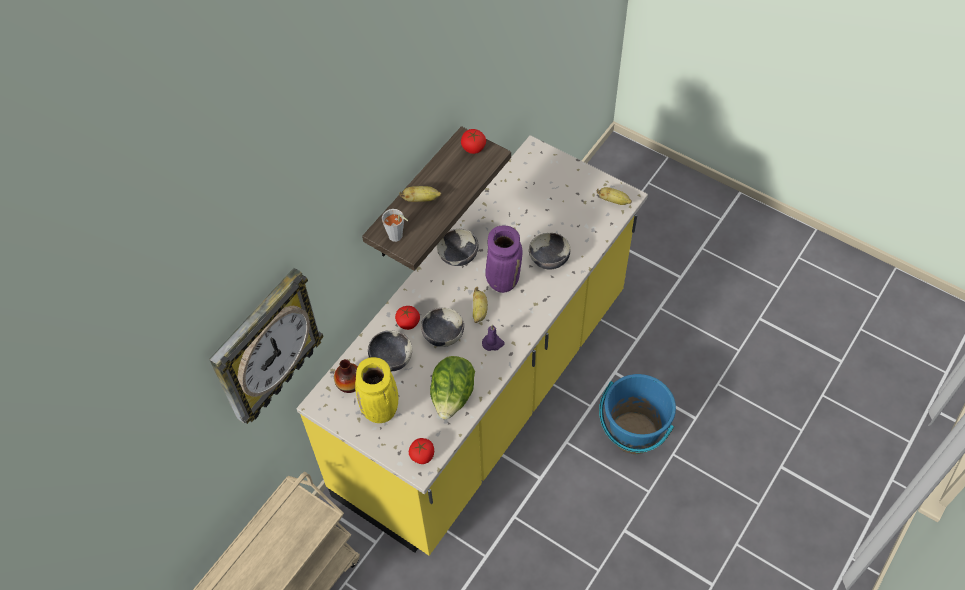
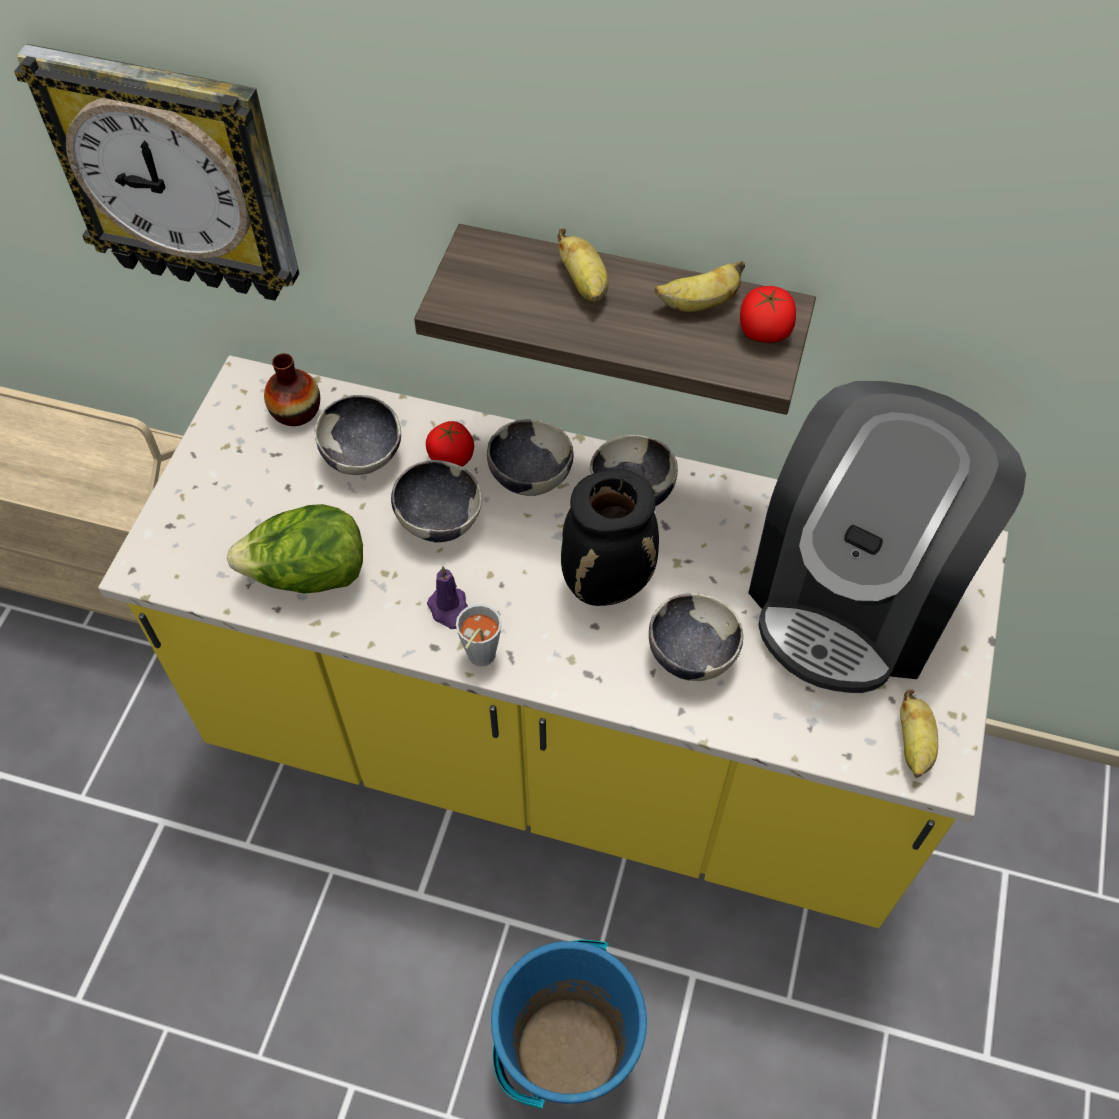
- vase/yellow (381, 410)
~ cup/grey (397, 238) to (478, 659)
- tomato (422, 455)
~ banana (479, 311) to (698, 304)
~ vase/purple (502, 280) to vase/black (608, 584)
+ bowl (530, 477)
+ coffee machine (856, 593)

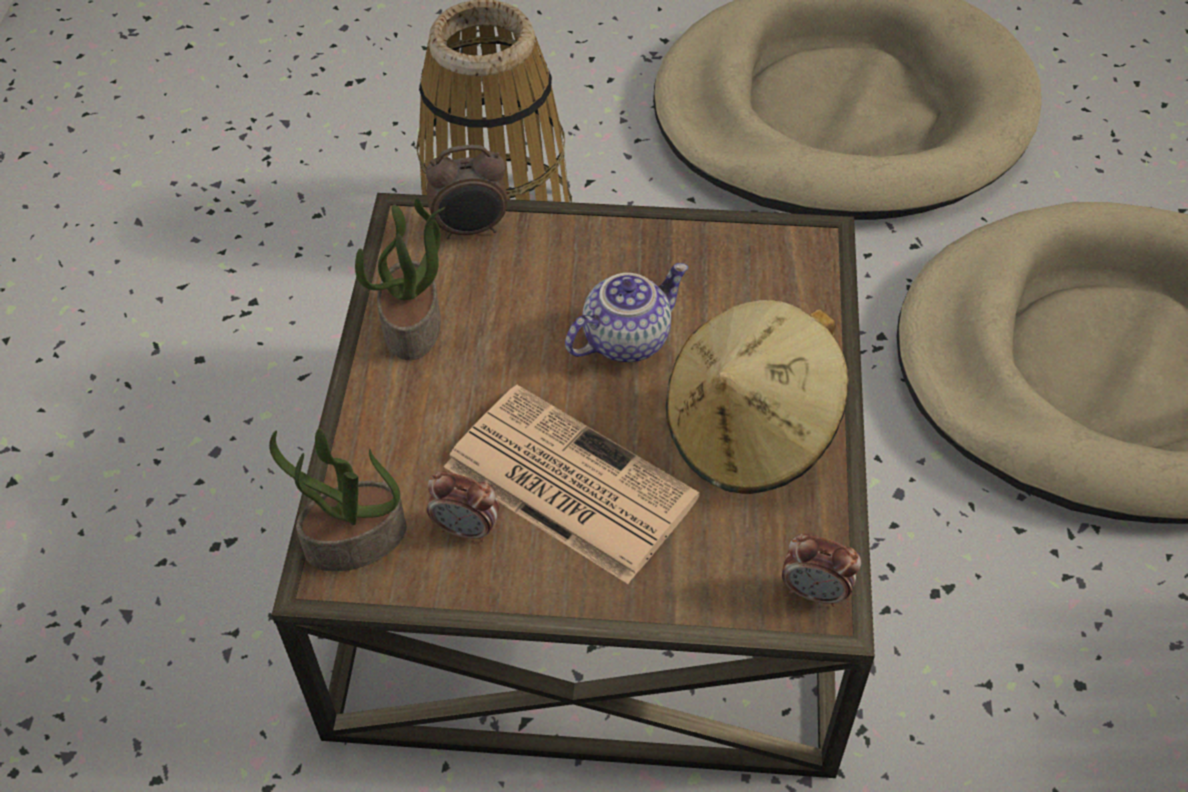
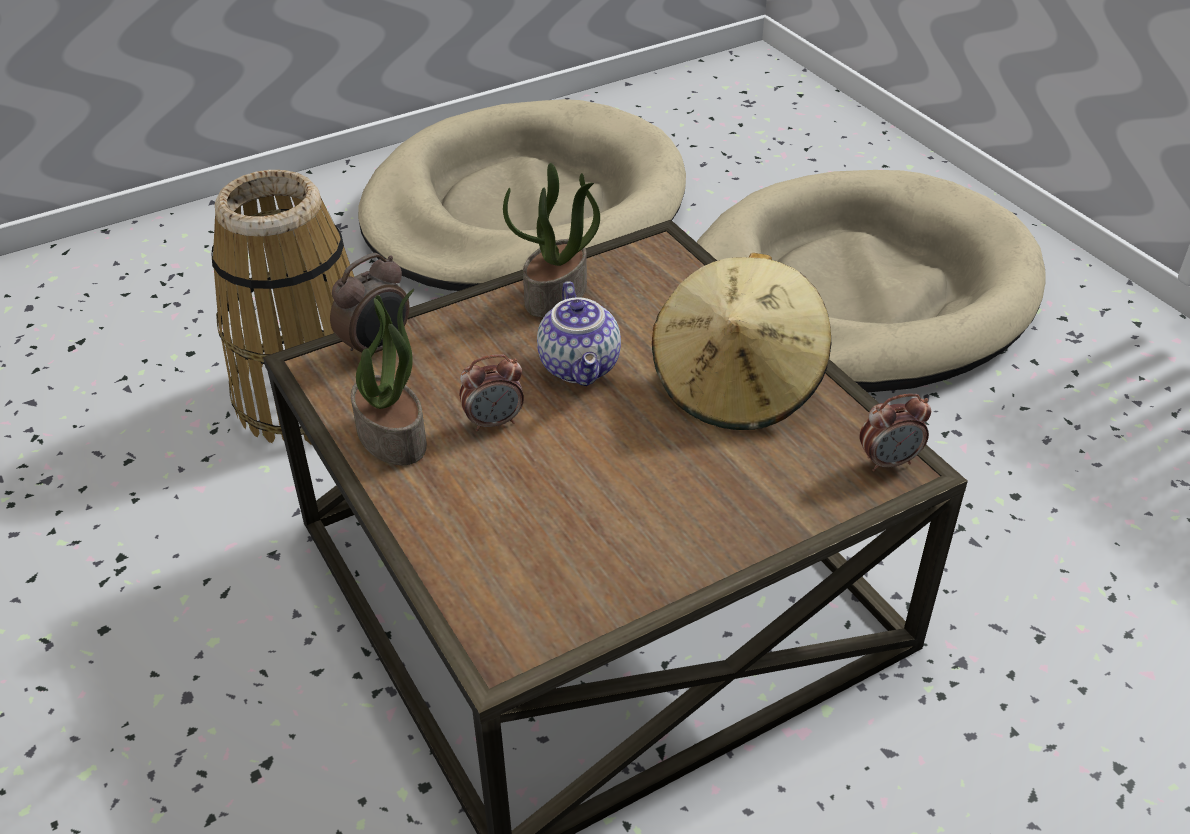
~ potted plant (355, 542) to (556, 295)
~ alarm clock (466, 529) to (494, 422)
- newspaper (566, 482)
~ teapot (626, 338) = (581, 367) 150 degrees clockwise

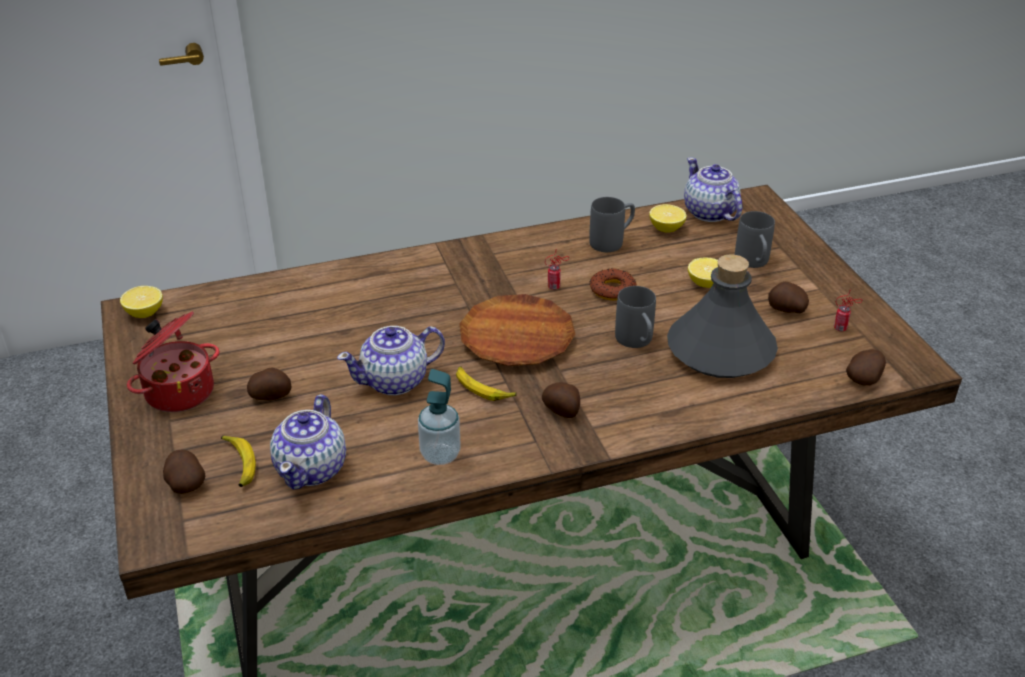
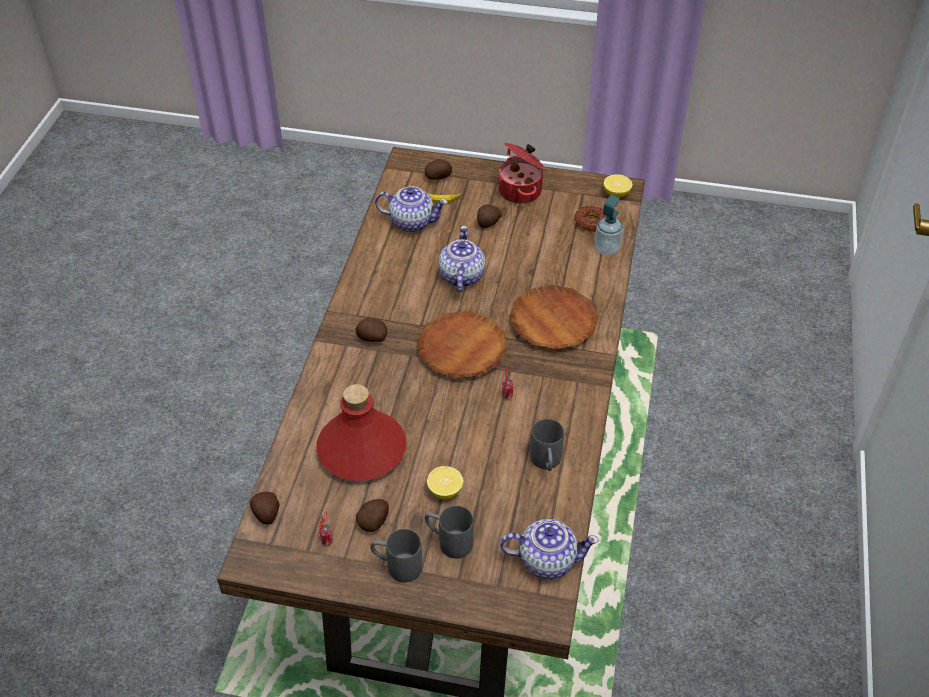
~ teapot (312, 468) = (411, 222) 150 degrees clockwise
~ soap dispenser (440, 454) to (607, 249)
- banana (483, 388)
~ donut (612, 290) to (591, 222)
~ mug/grey (637, 342) to (397, 566)
- lemon (666, 228)
~ bottle/grey (720, 351) to bottle/red (361, 449)
+ plate/brown (553, 322)

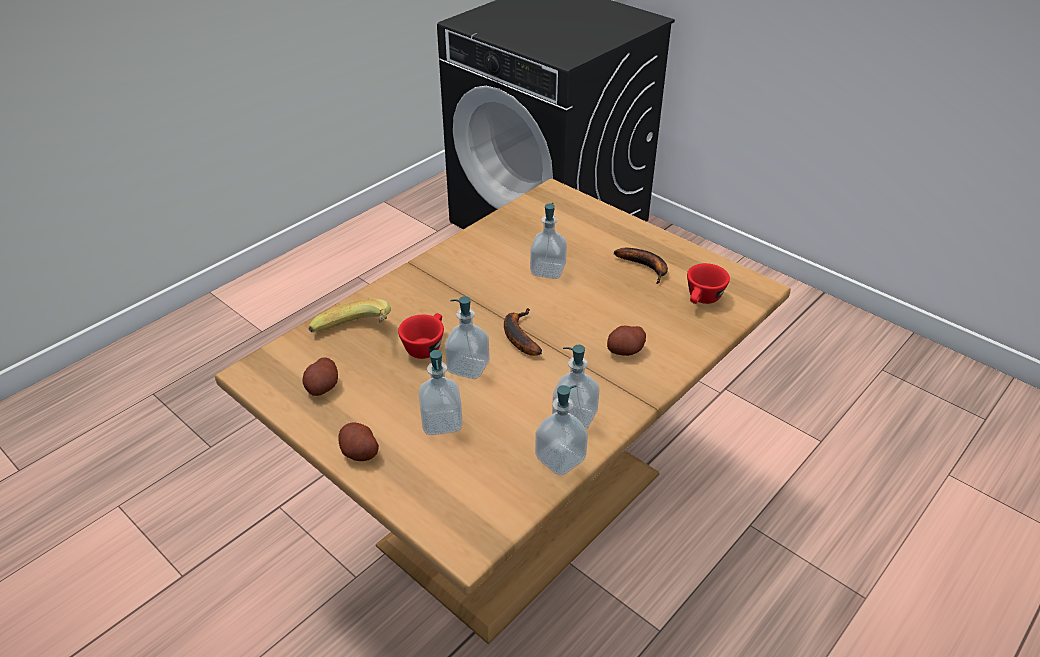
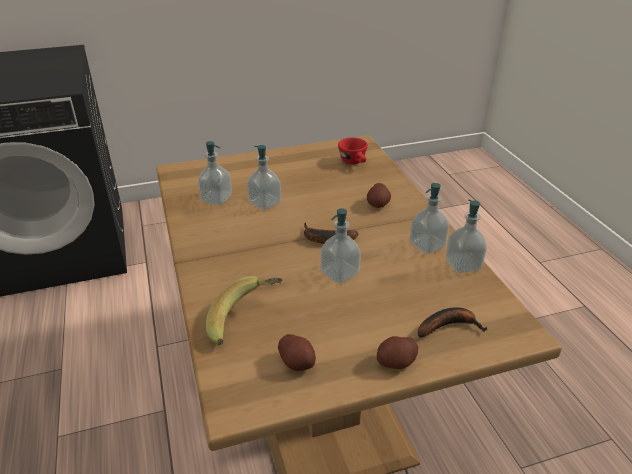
- cup/red (425, 345)
~ soap dispenser (441, 422) to (216, 199)
~ banana (646, 267) to (448, 325)

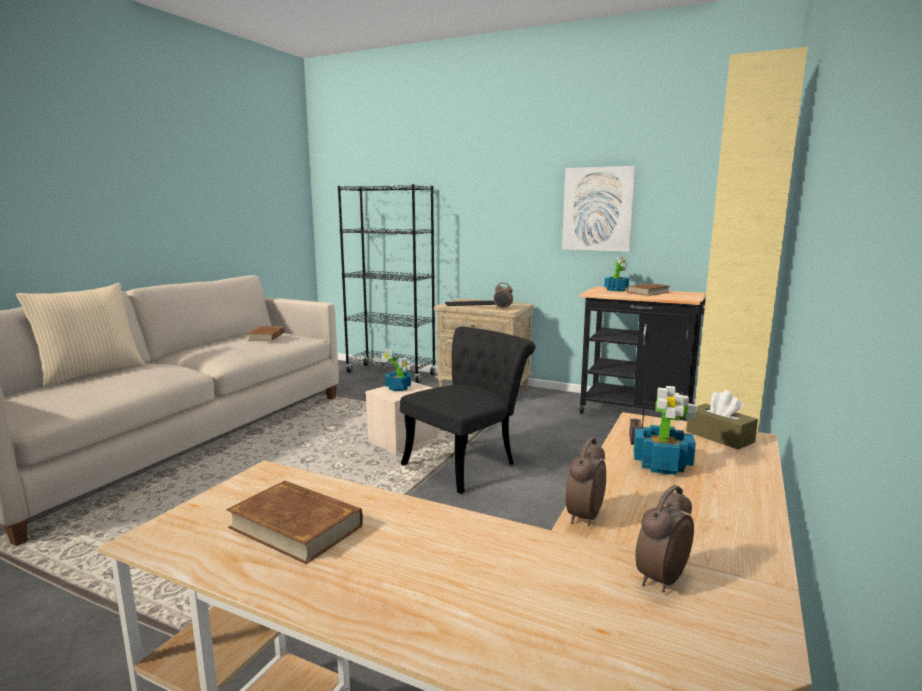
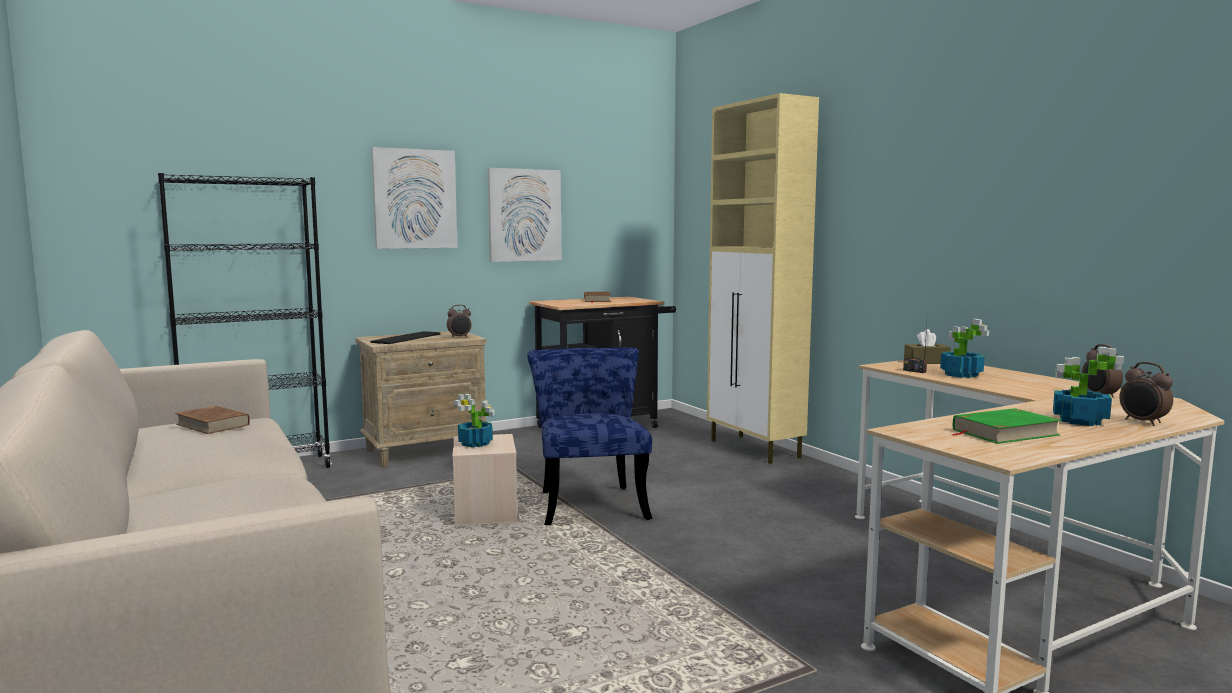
- pillow/beige (91, 373)
~ book/brown (296, 526) to book/green (1004, 432)
~ chair/black (467, 462) to chair/blue (590, 502)
~ alarm clock (583, 517) to (1143, 422)
~ potted plant (616, 290) to (1079, 421)
+ picture (414, 199)

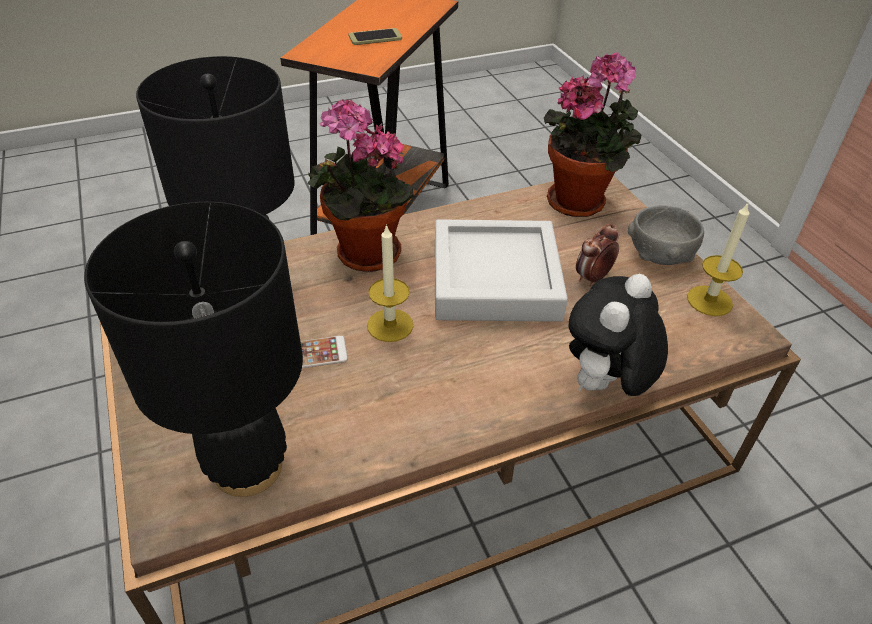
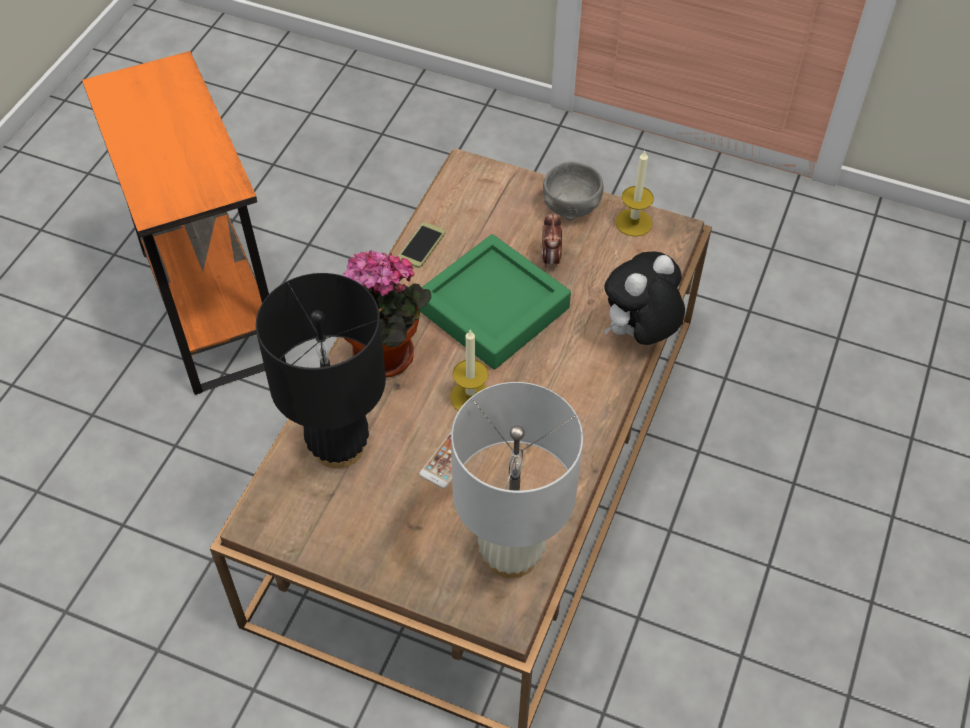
~ table lamp/black (248, 466) to table lamp/white (511, 553)
~ phone (375, 37) to (421, 245)
~ tray/grey (495, 279) to tray/green (493, 308)
- potted plant (581, 201)
~ plush toy (604, 386) = (639, 334) 60 degrees clockwise

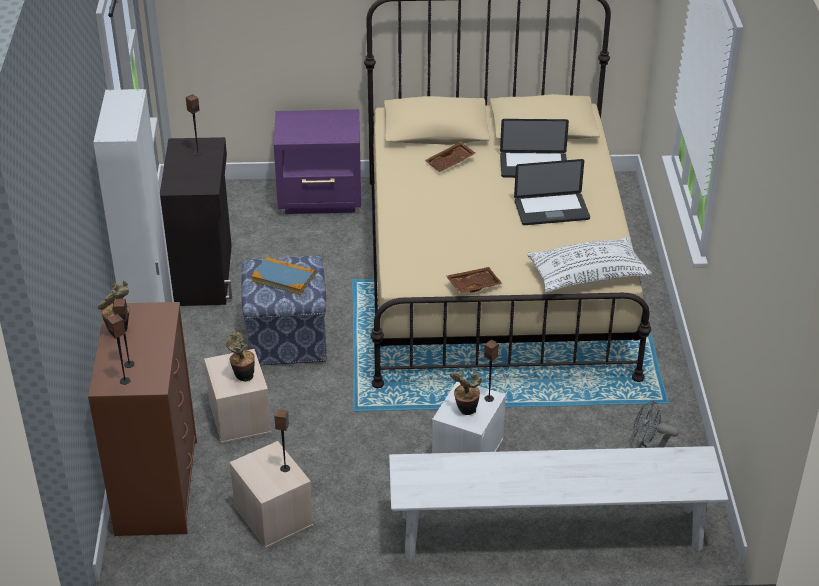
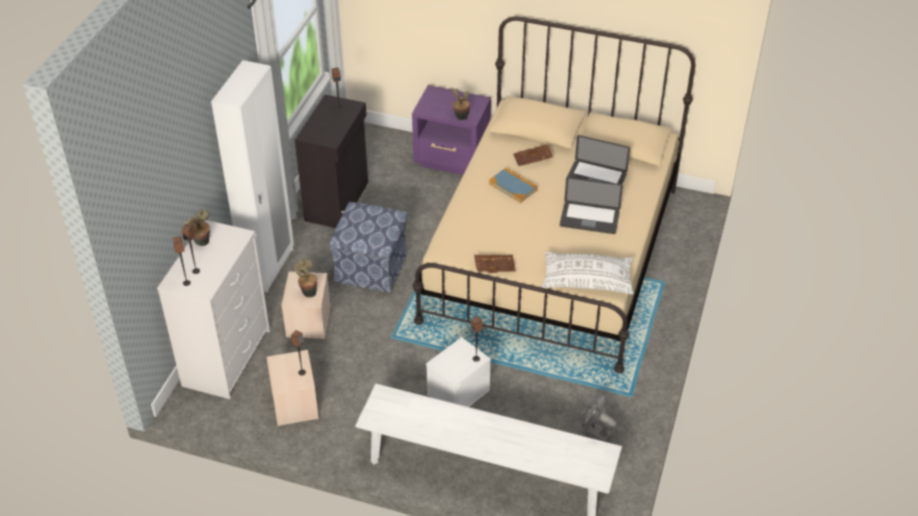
~ dresser/brown (157, 486) to dresser/white (227, 357)
~ book (283, 278) to (513, 187)
~ potted plant (465, 411) to (460, 117)

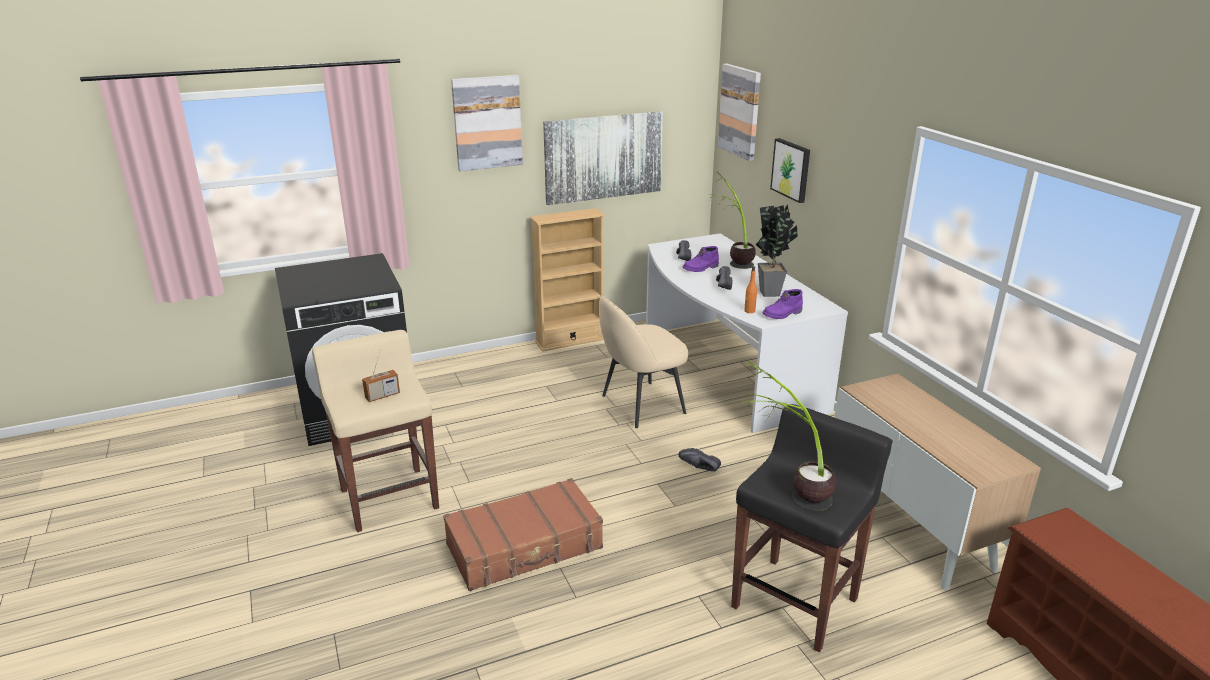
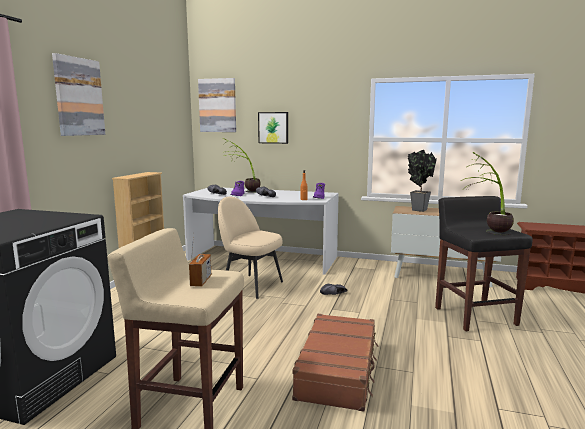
- picture (603, 157)
~ chair/beige (640, 405) = (251, 286) 105 degrees clockwise
~ potted plant (770, 291) to (417, 209)

